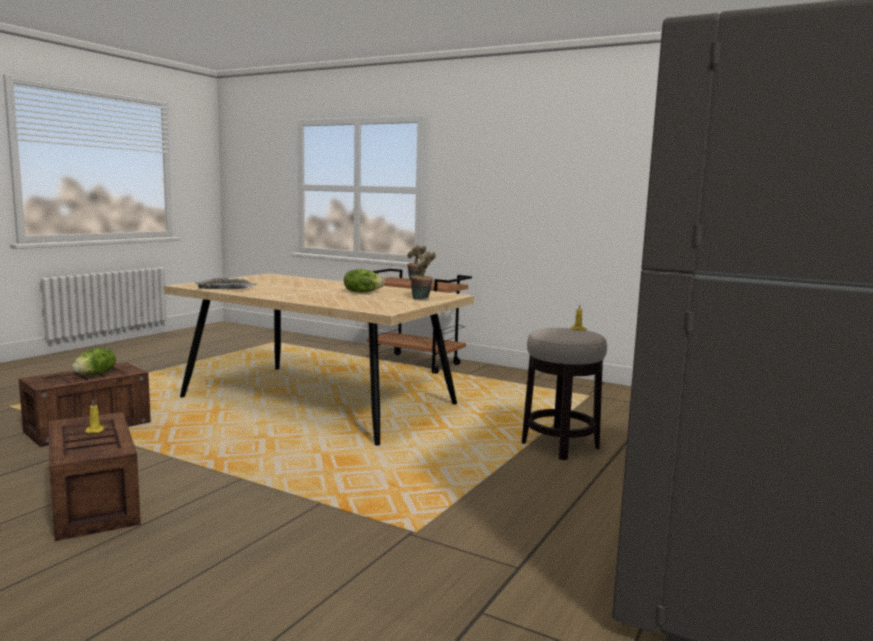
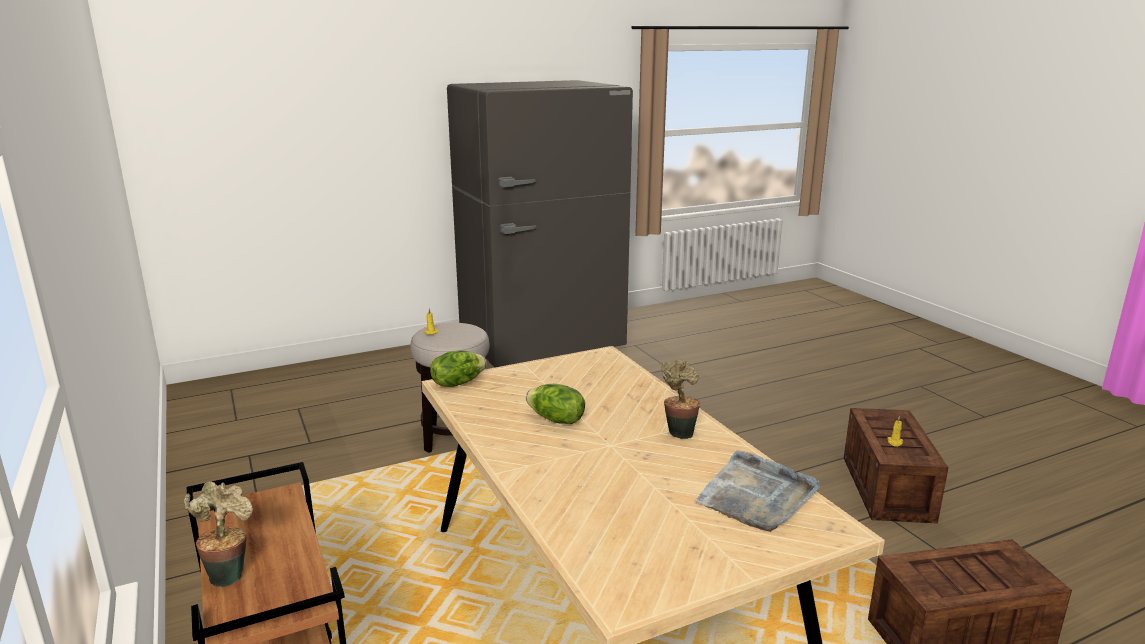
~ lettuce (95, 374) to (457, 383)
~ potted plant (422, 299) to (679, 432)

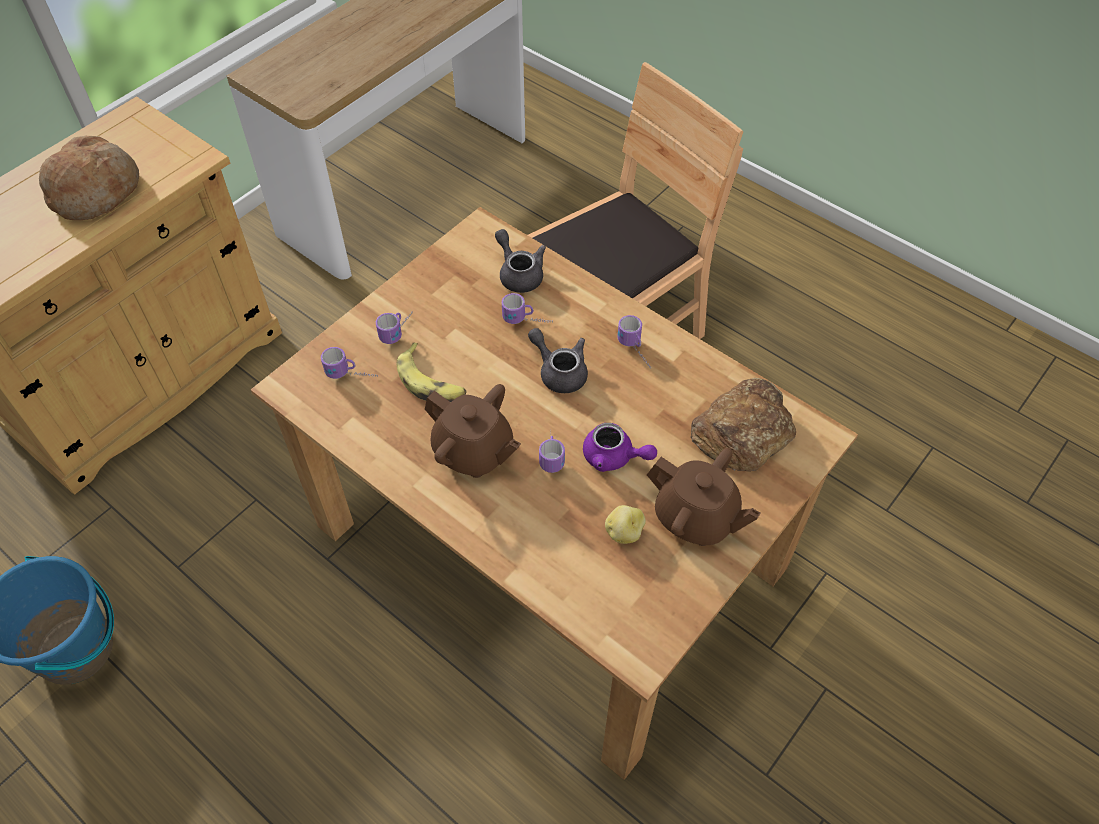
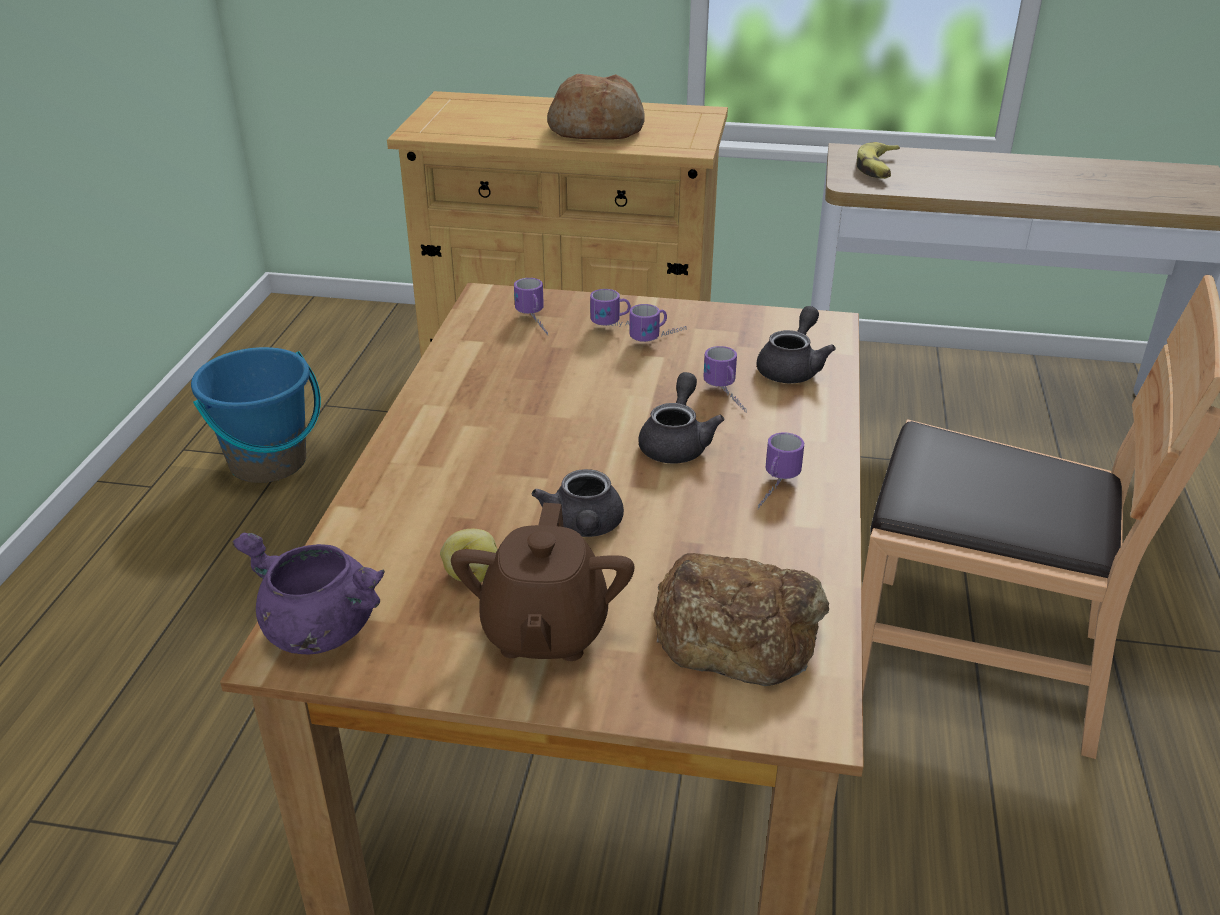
~ banana (431, 382) to (878, 168)
- teapot/brown (473, 452)
~ mug (551, 453) to (659, 339)
~ teapot/purple (614, 457) to teapot/grey (584, 527)
+ cooking pot/purple (317, 630)

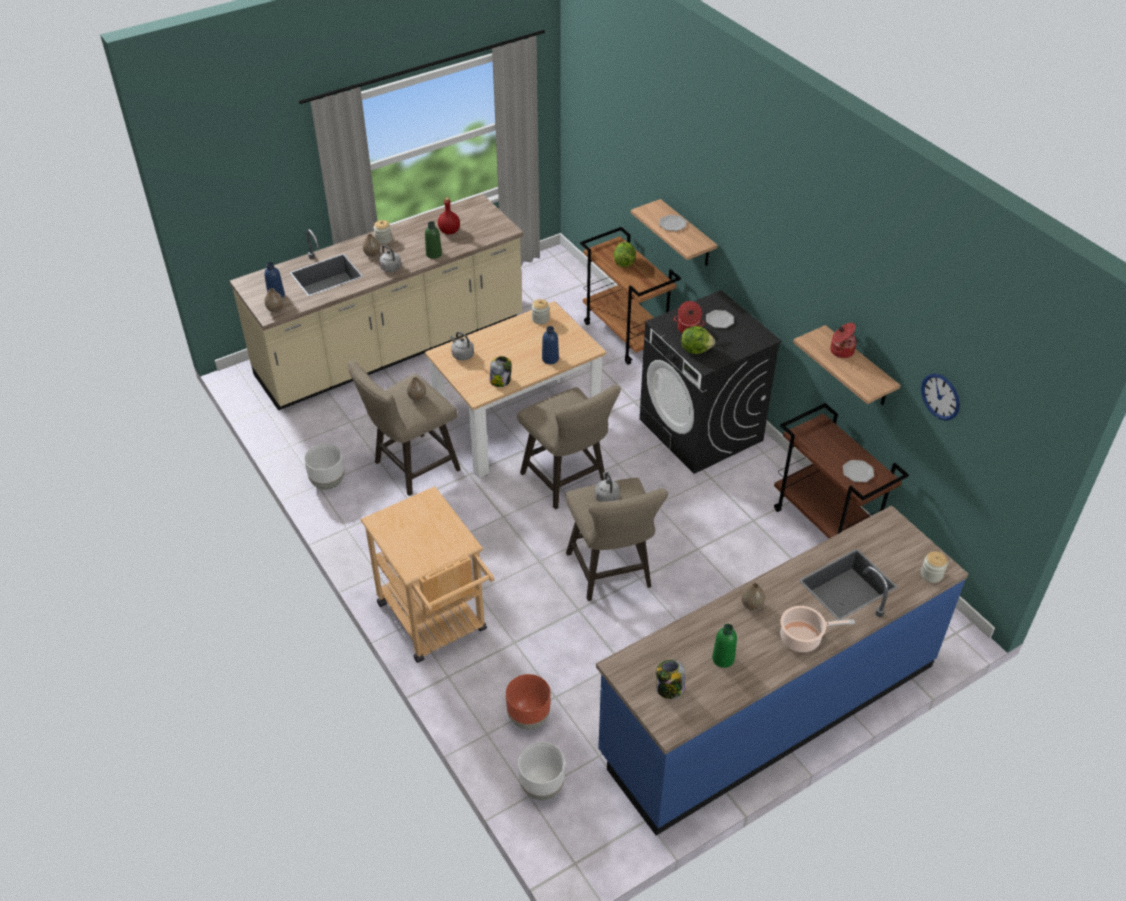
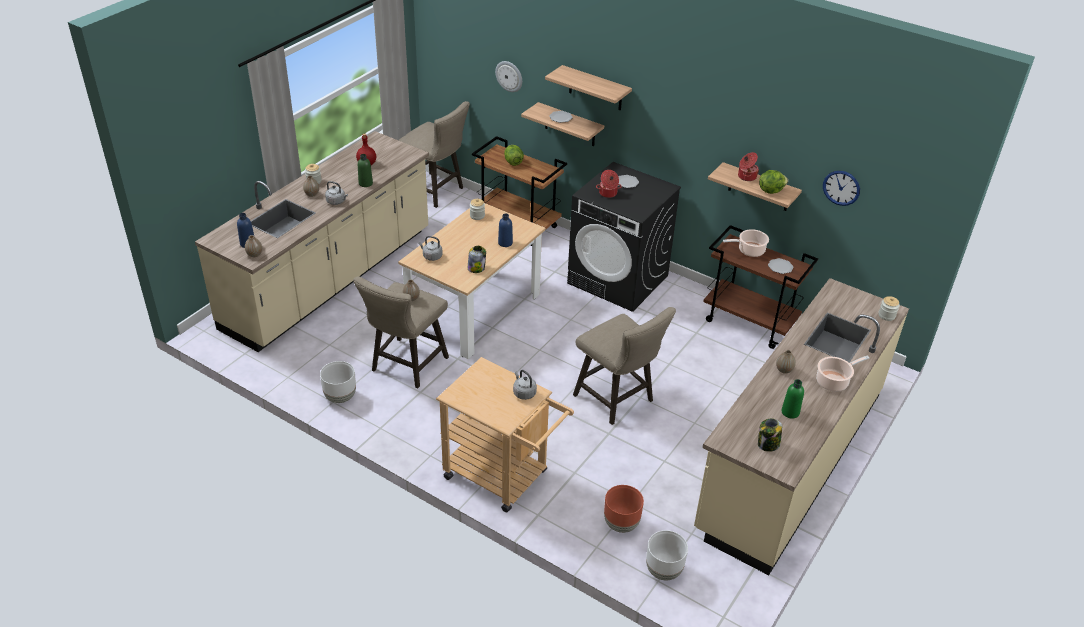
~ stool/beige (568, 482) to (436, 192)
~ kettle/grey (606, 496) to (523, 393)
~ counter/blue (768, 709) to counter/beige (790, 459)
~ lettuce (695, 349) to (770, 190)
+ wall clock (509, 76)
+ shelf (595, 88)
+ cooking pot (749, 251)

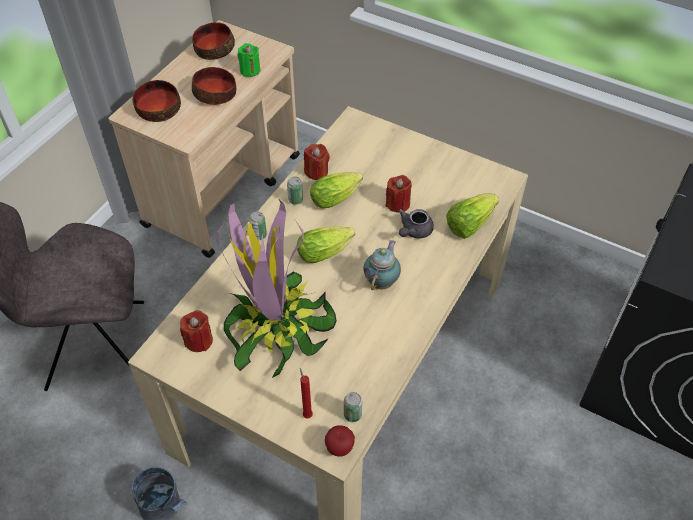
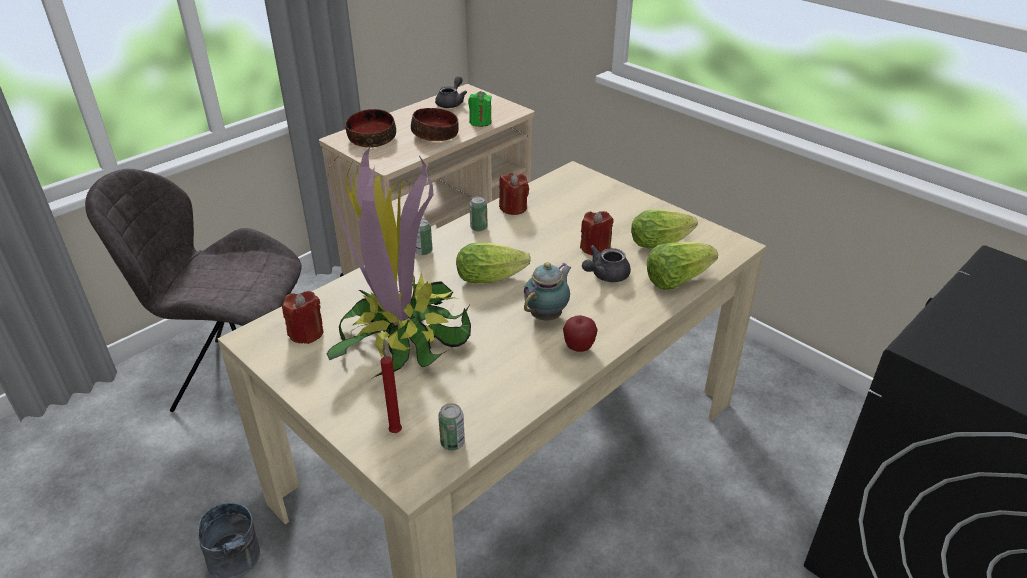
~ bowl (214, 49) to teapot/grey (451, 103)
~ lettuce (337, 196) to (663, 241)
~ apple (339, 449) to (578, 348)

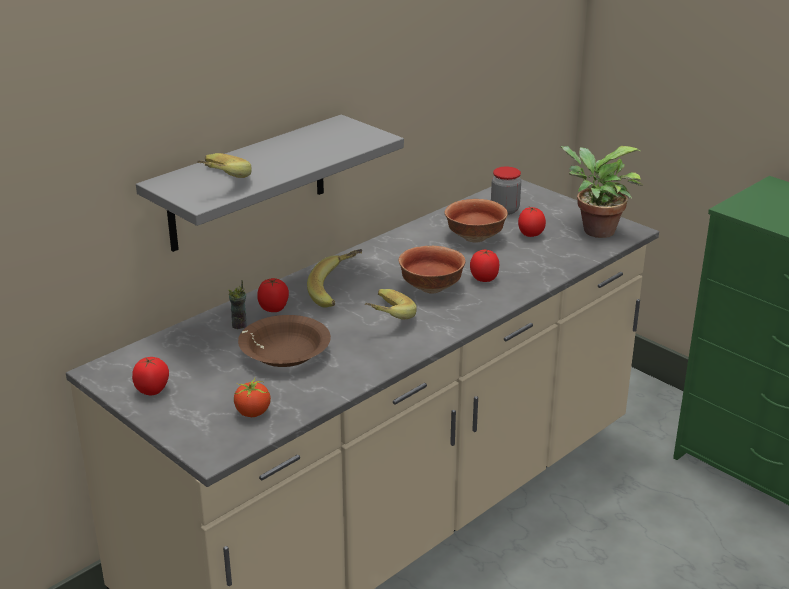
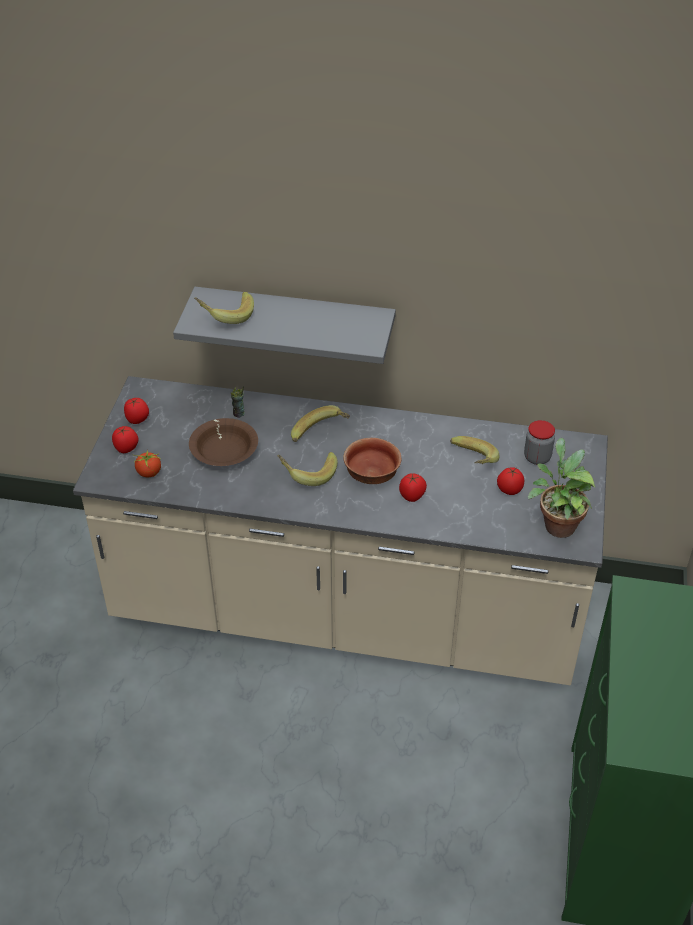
~ tomato (274, 308) to (126, 449)
~ bowl (474, 238) to banana (470, 462)

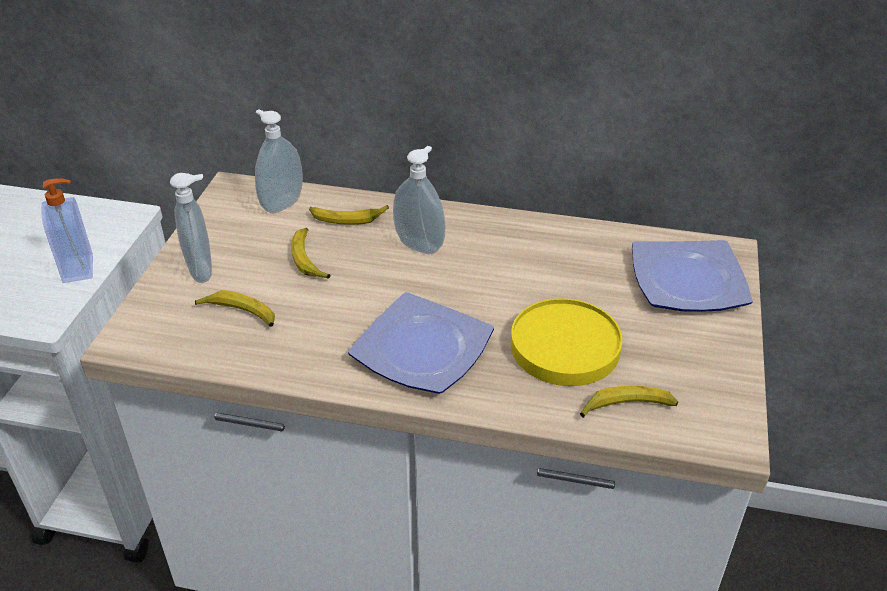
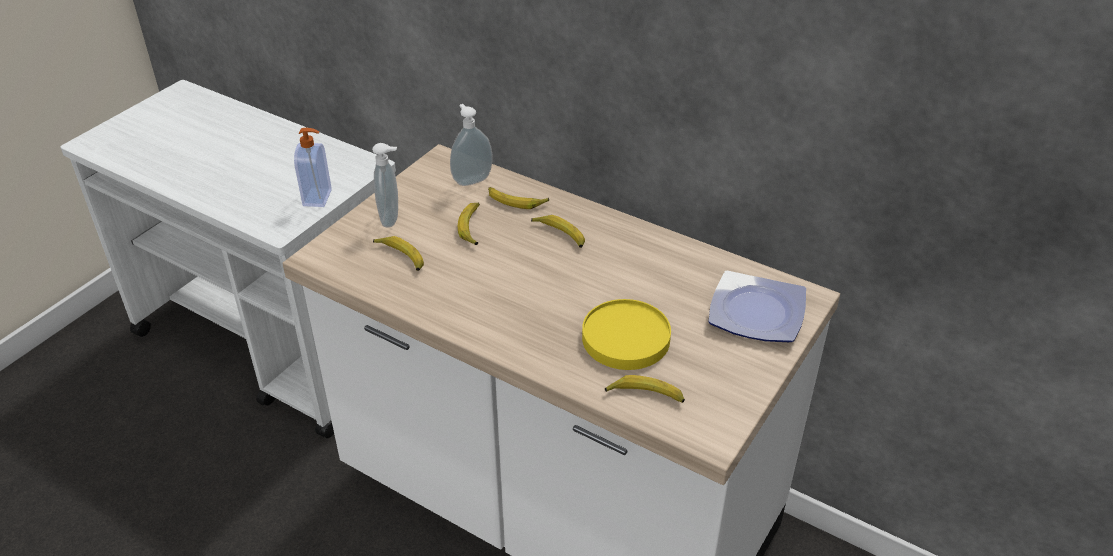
- plate (423, 352)
~ soap dispenser (421, 245) to banana (560, 235)

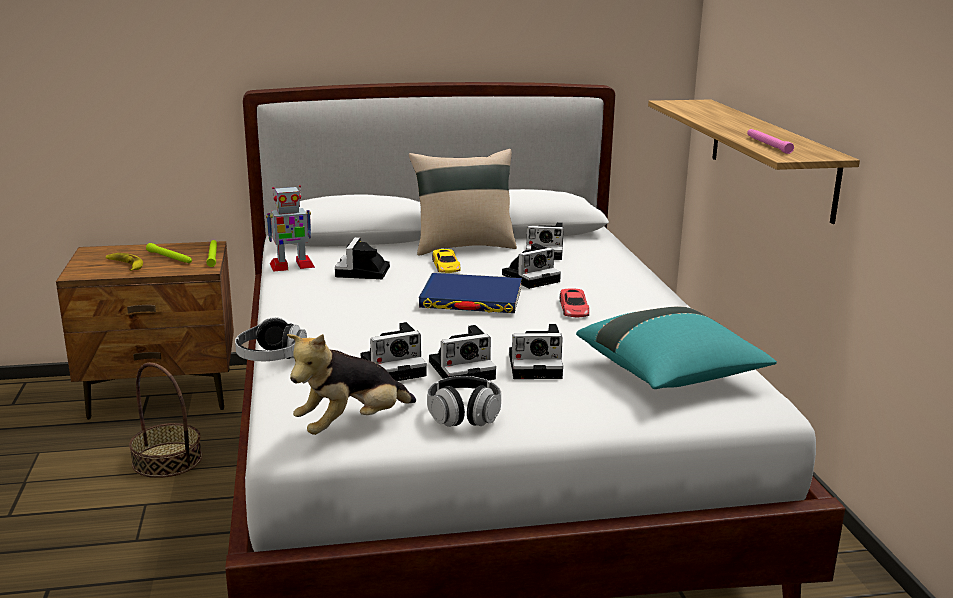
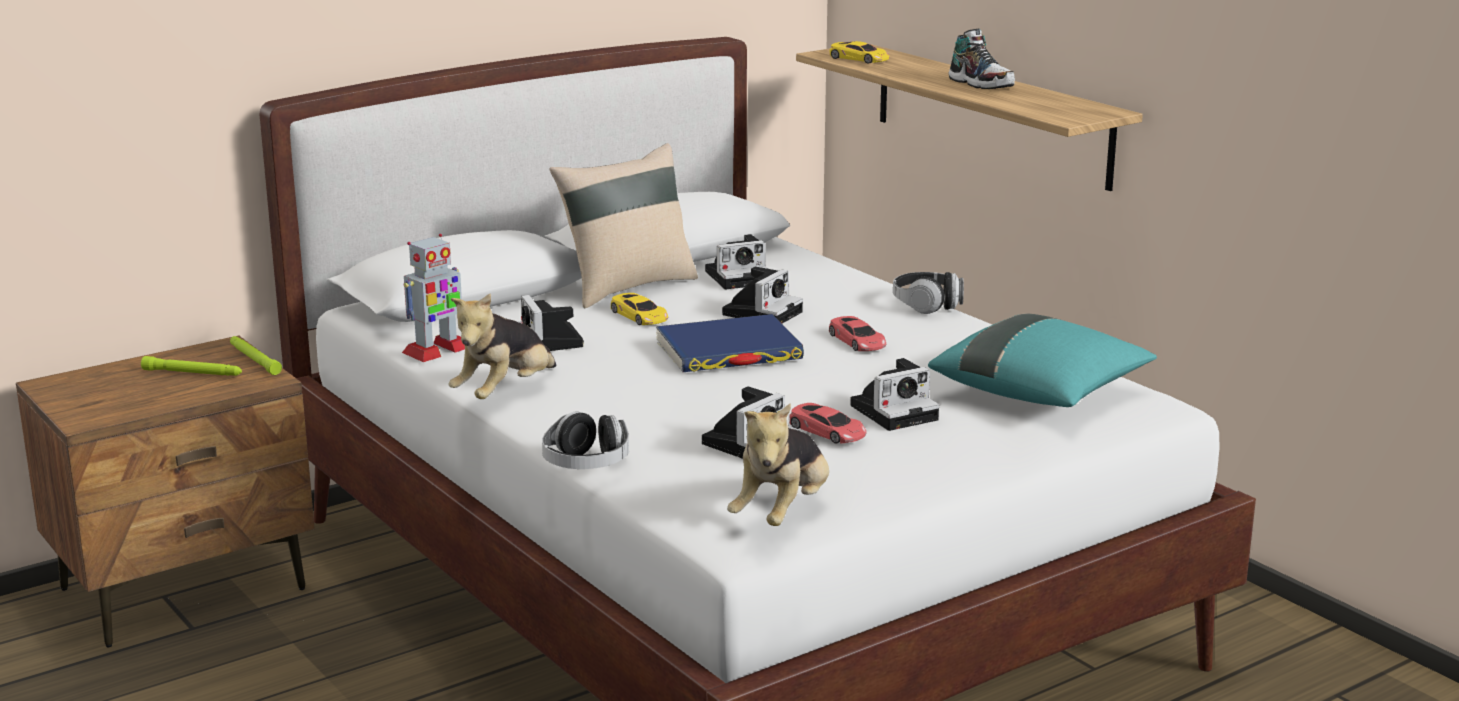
- banana (125, 265)
- basket (167, 460)
~ headphones (464, 415) to (927, 305)
~ photo camera (464, 369) to toy car/red (827, 431)
- flashlight/pink (767, 145)
+ plush toy (505, 393)
+ toy car/yellow (859, 59)
+ shoe (981, 84)

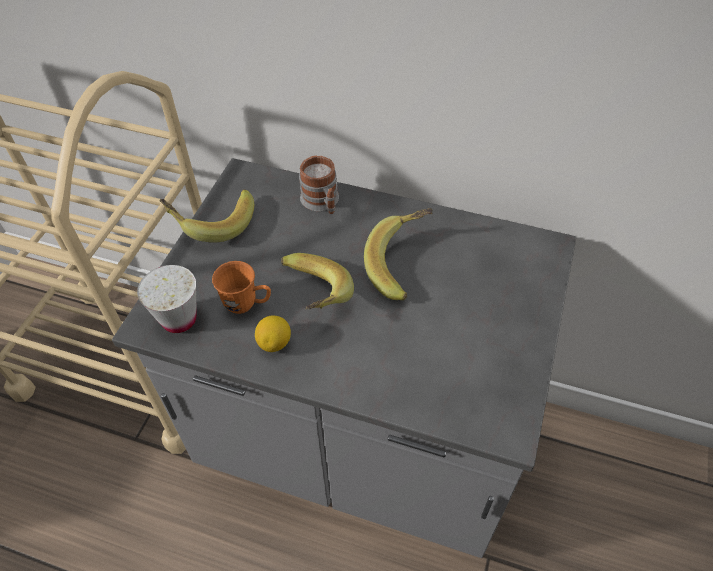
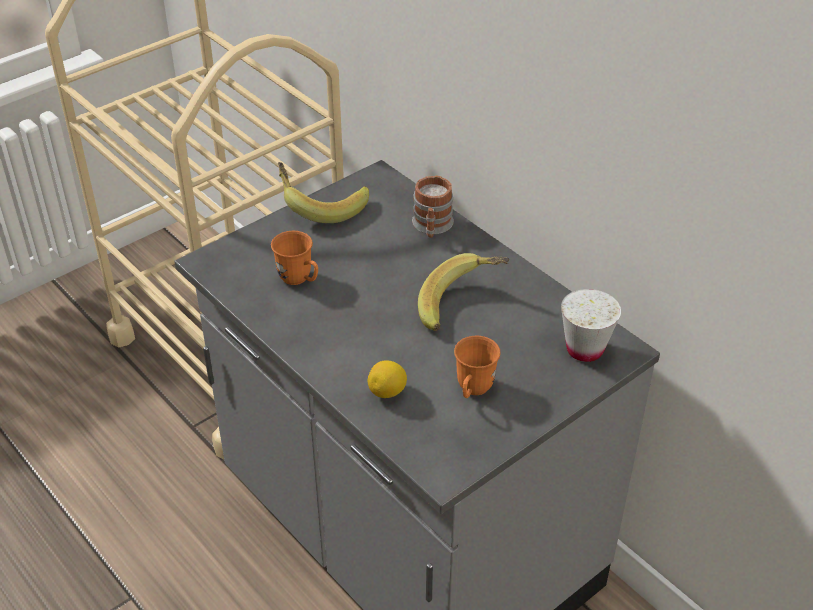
~ cup/white (179, 319) to (584, 349)
~ lemon (275, 343) to (387, 392)
- banana (311, 297)
+ mug/orange (472, 390)

